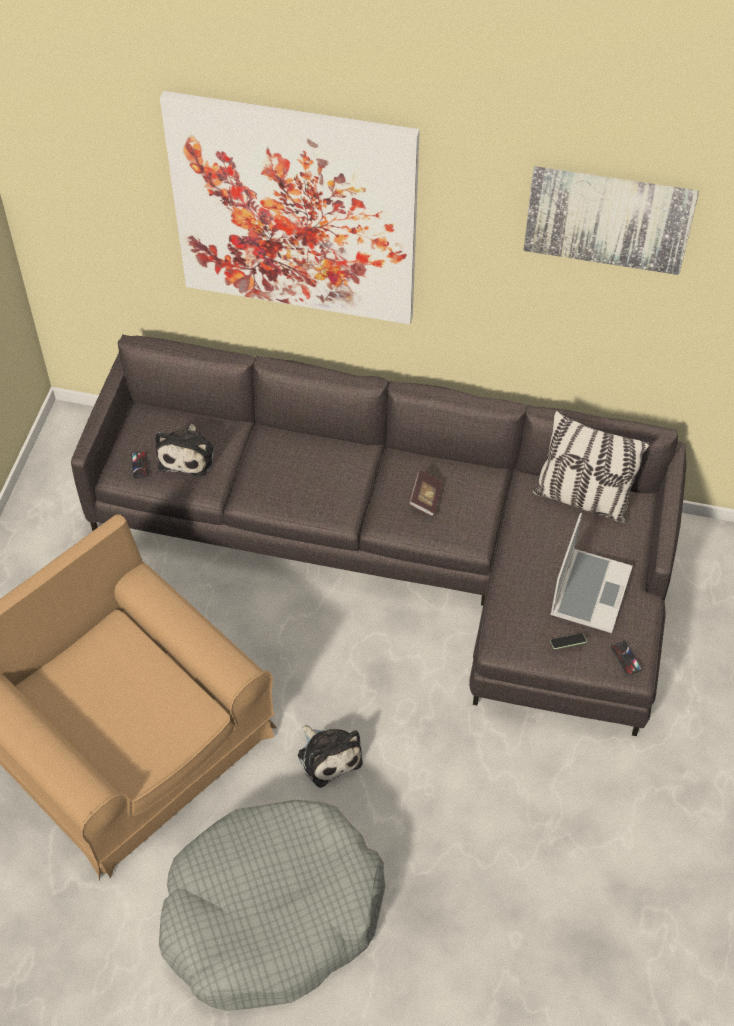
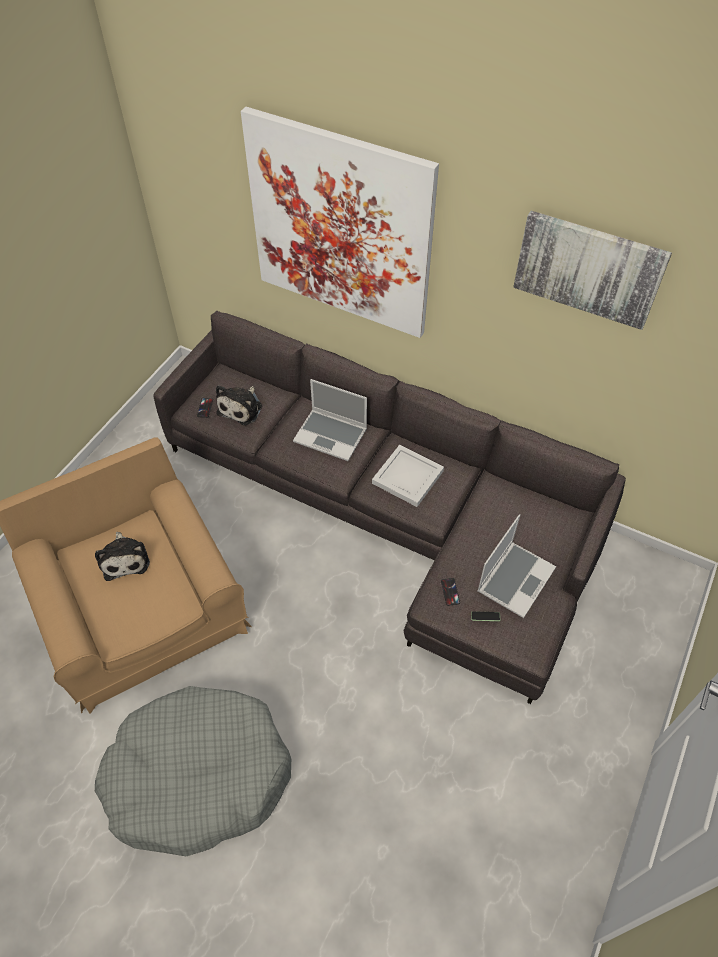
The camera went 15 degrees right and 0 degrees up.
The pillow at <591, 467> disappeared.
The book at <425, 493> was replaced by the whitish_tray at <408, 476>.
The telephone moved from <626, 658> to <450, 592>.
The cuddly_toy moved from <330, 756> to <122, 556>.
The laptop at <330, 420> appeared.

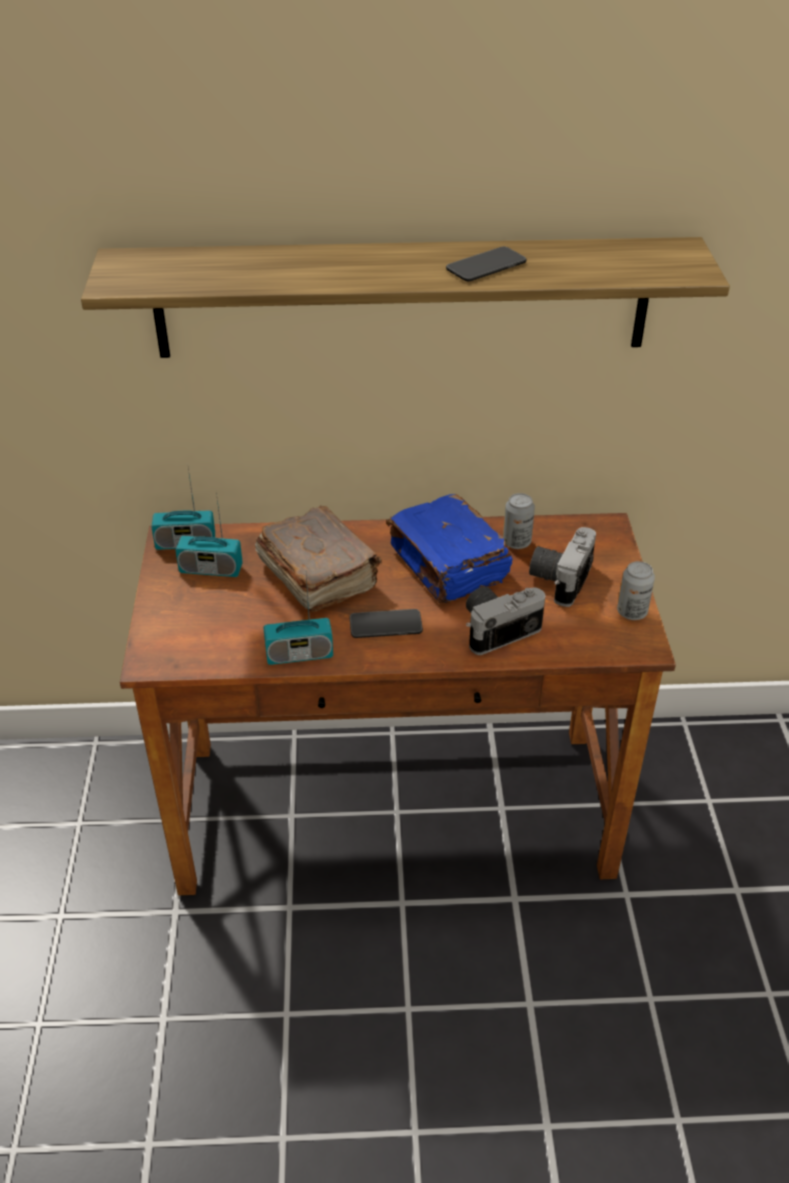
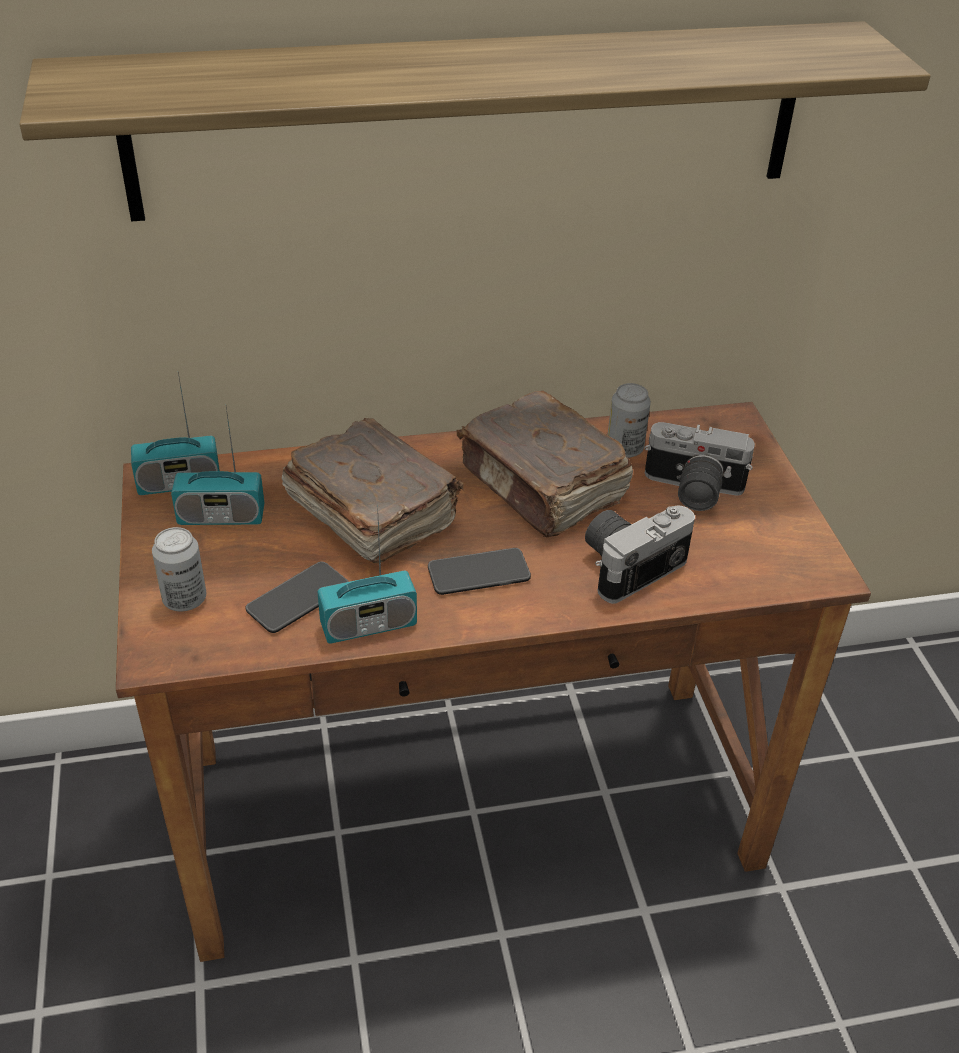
The camera went 10 degrees left and 0 degrees up.
The telephone moved from <486, 263> to <297, 597>.
The bluish_book at <449, 548> became the brownish_book at <545, 464>.
The photo_camera at <562, 567> turned 90 degrees counterclockwise.
The metal_can moved from <636, 590> to <179, 569>.

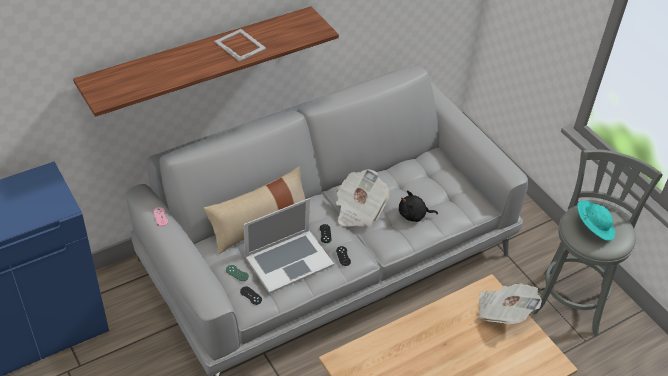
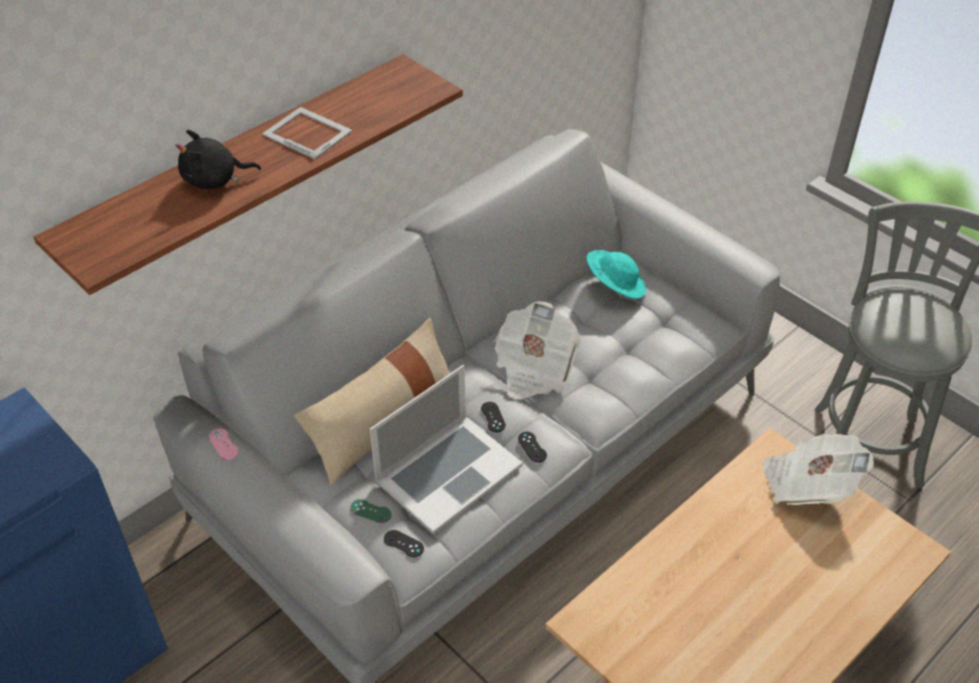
The camera went 10 degrees left and 0 degrees up.
The black_cuddly_toy moved from <418, 206> to <218, 159>.
The turquoise-coloured_wearable_hat moved from <596, 220> to <616, 274>.

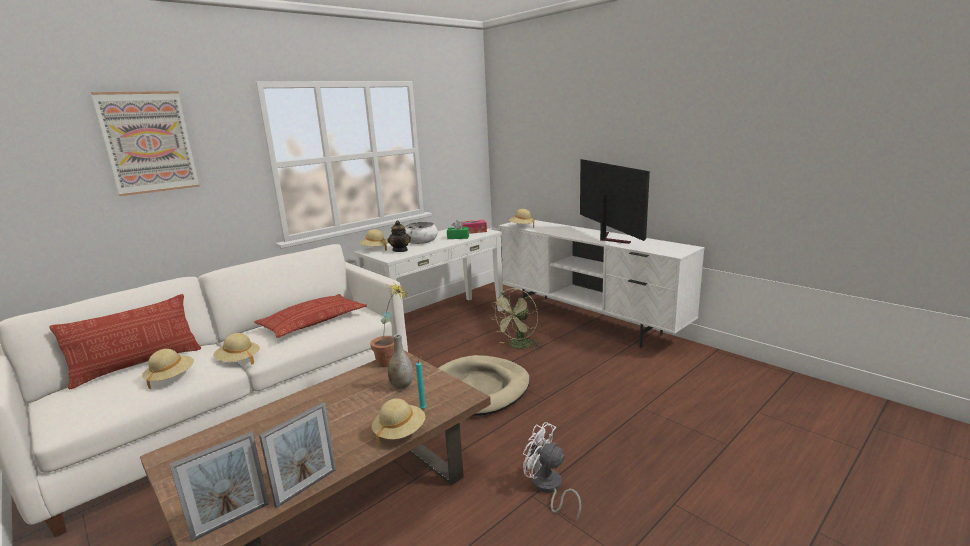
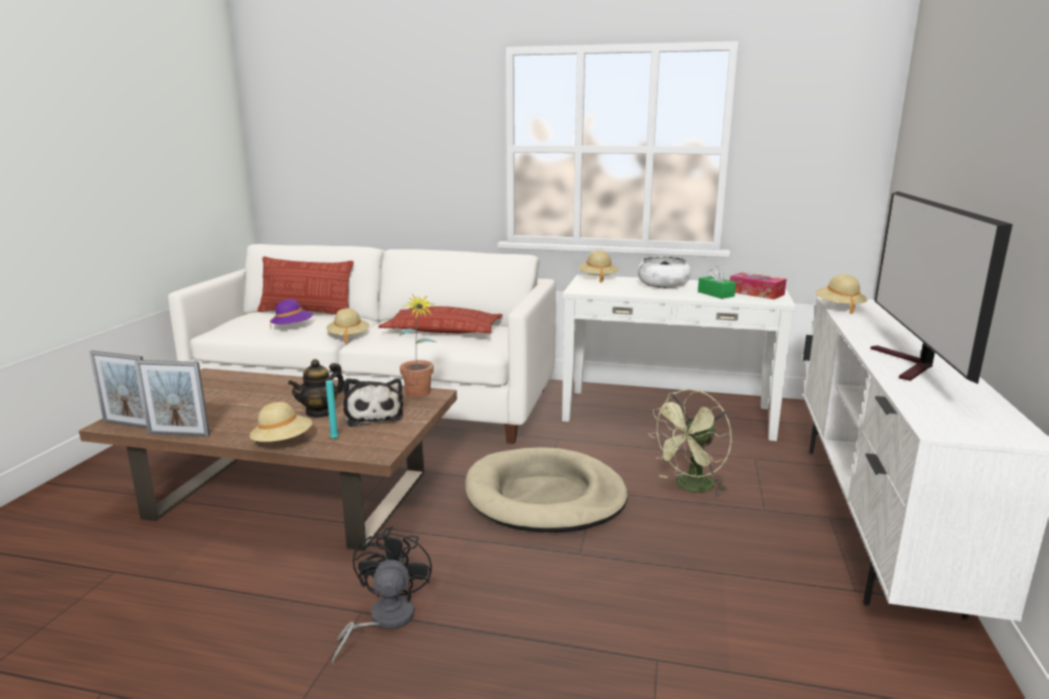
The camera went 55 degrees right and 0 degrees up.
The wall_picture at <145, 143> disappeared.
The TV_set at <615, 201> turned 150 degrees clockwise.
The tea_pot moved from <399, 236> to <316, 388>.
The green-coloured_cooling_fan at <515, 319> turned 45 degrees counterclockwise.
The greyish_vase at <400, 362> was replaced by the cuddly_toy at <374, 402>.
The beige_wearable_hat at <168, 369> became the purple-coloured_wearable_hat at <291, 313>.
The whitish_cooling_fan at <552, 471> became the black_cooling_fan at <382, 595>.

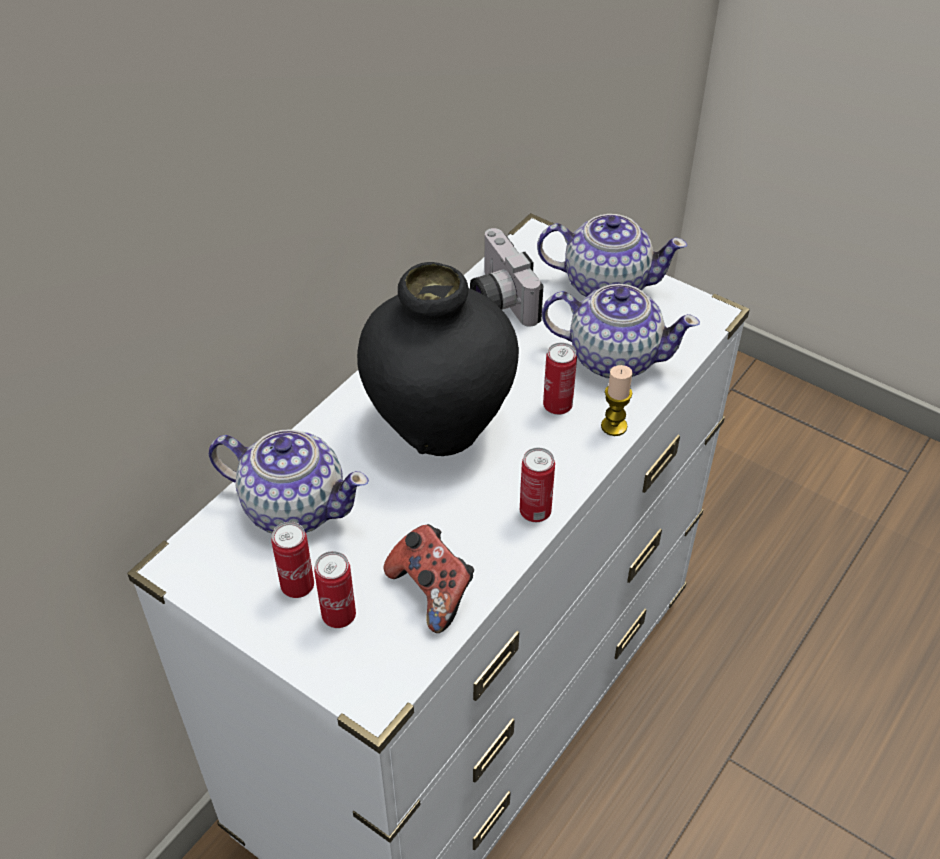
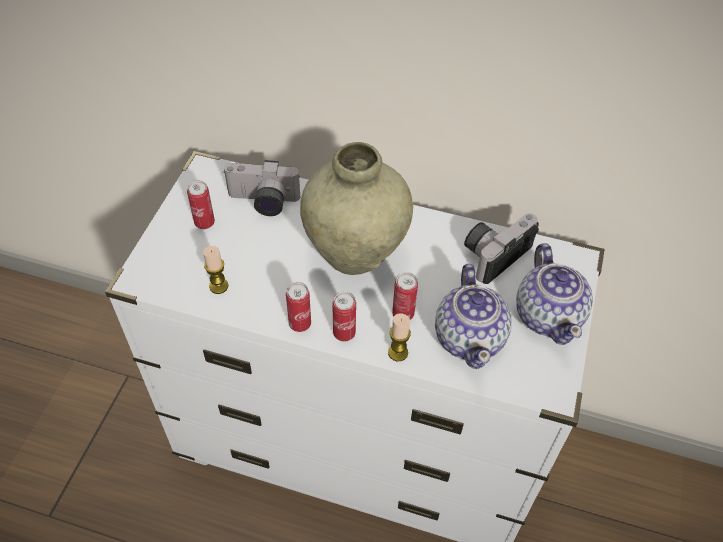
The camera went 70 degrees right and 5 degrees up.
The black_vase at <438, 359> became the beige_vase at <356, 208>.
The tea_pot at <289, 481> was replaced by the photo_camera at <261, 188>.
The game_controller at <428, 578> was replaced by the candle at <215, 270>.
The metal_can moved from <335, 589> to <344, 317>.

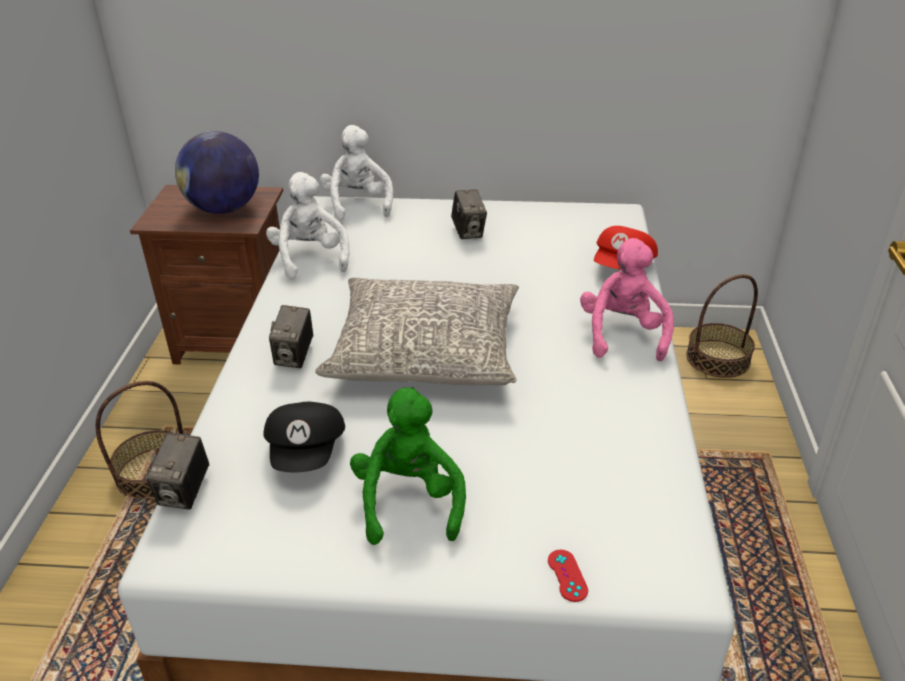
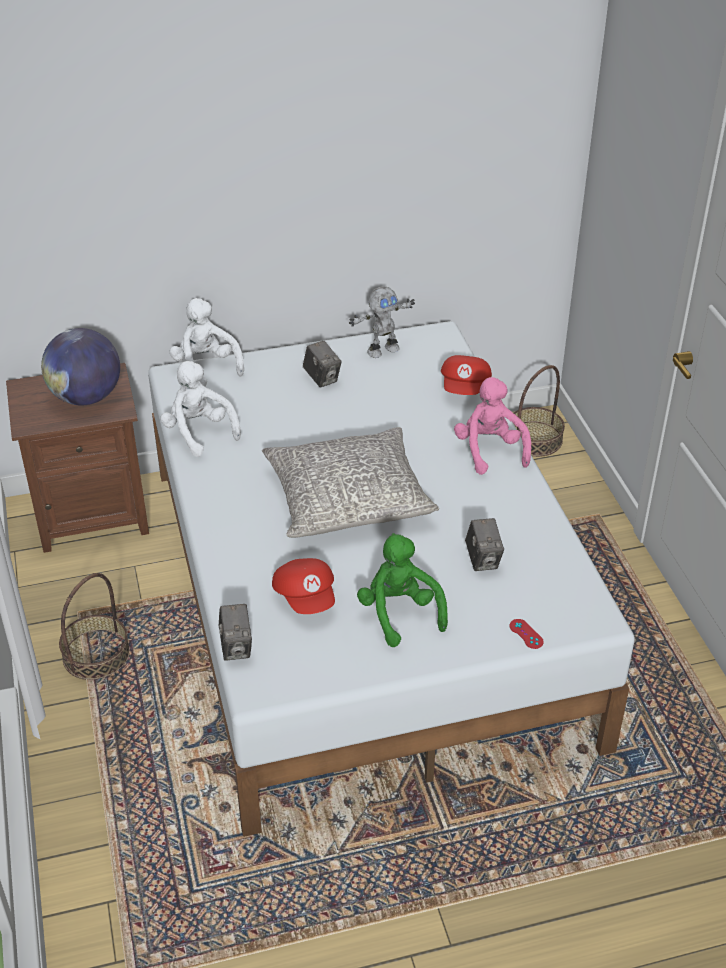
The camera went 20 degrees left and 5 degrees up.
The photo_camera moved from <291, 336> to <484, 544>.
The black_cap at <304, 437> became the reddish_cap at <303, 586>.
The model_robot at <382, 322> appeared.

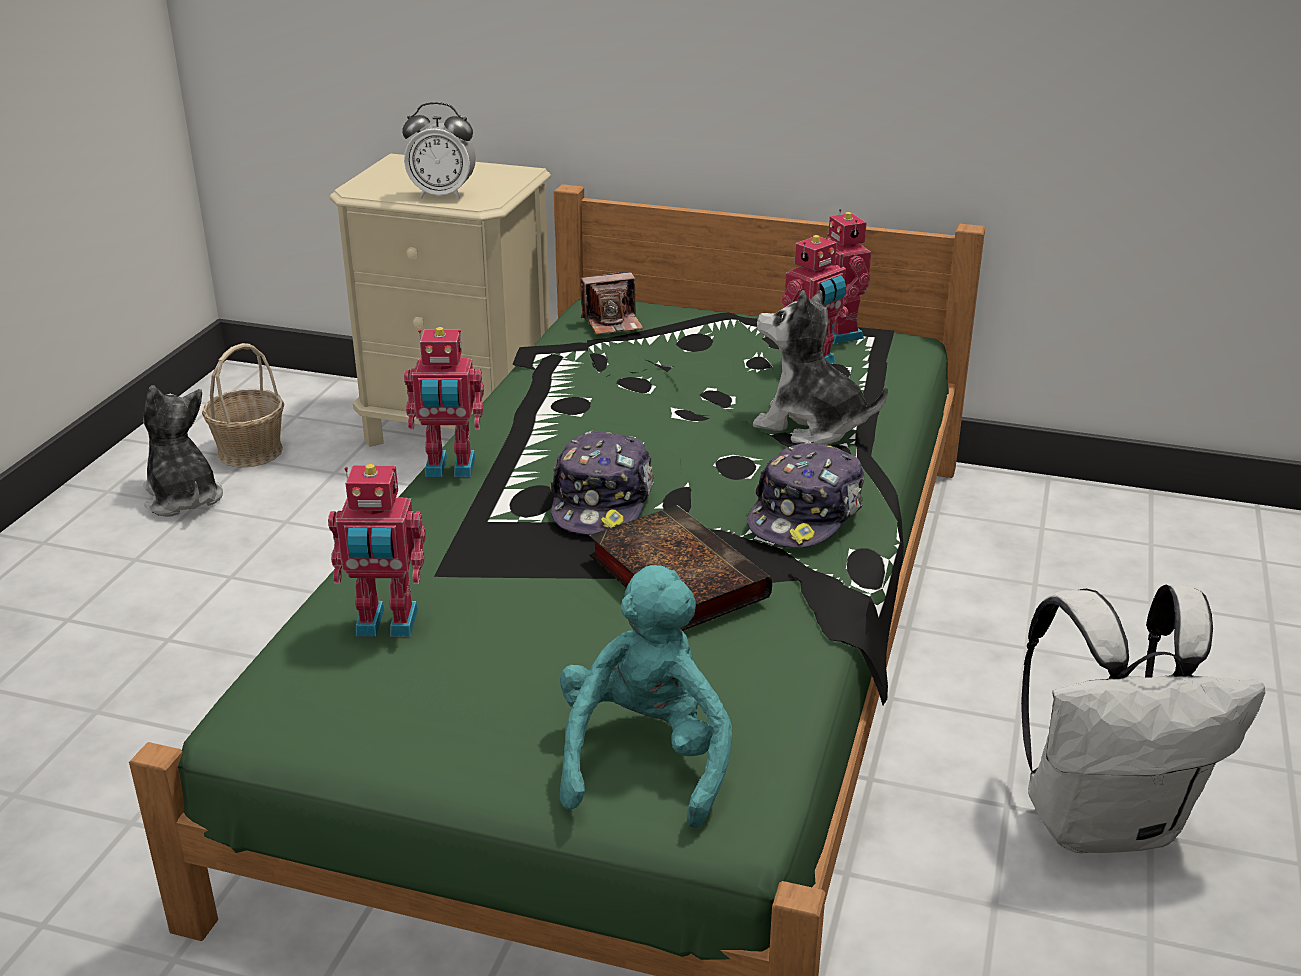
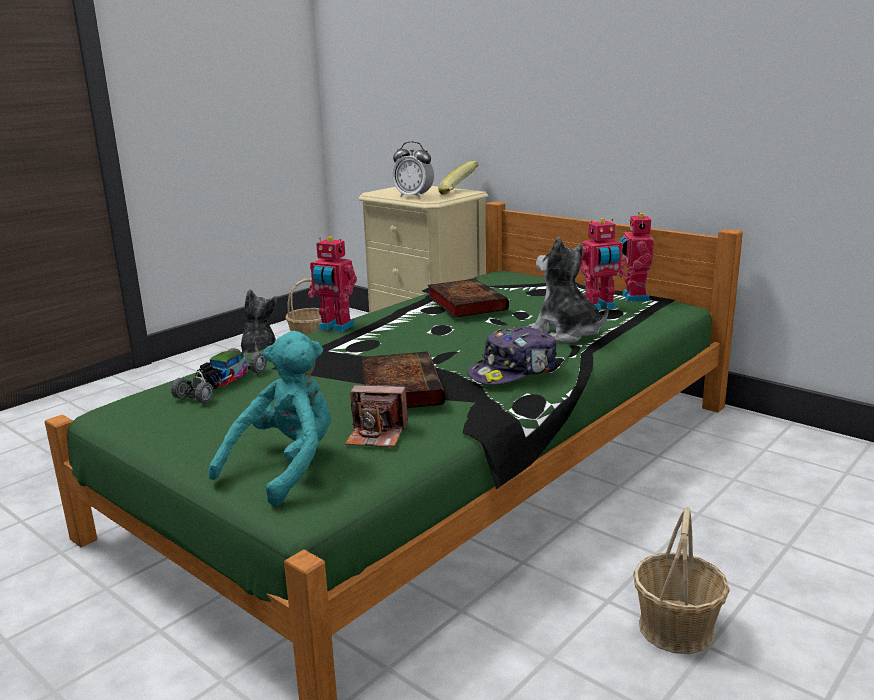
The camera went 25 degrees right and 10 degrees down.
The photo_camera moved from <612, 303> to <376, 416>.
The cap at <602, 482> disappeared.
The model_robot at <377, 550> was replaced by the miniature_car at <219, 375>.
The whitish_backpack at <1143, 718> was replaced by the basket at <681, 580>.
The whole_banana at <458, 178> appeared.
The book at <468, 298> appeared.

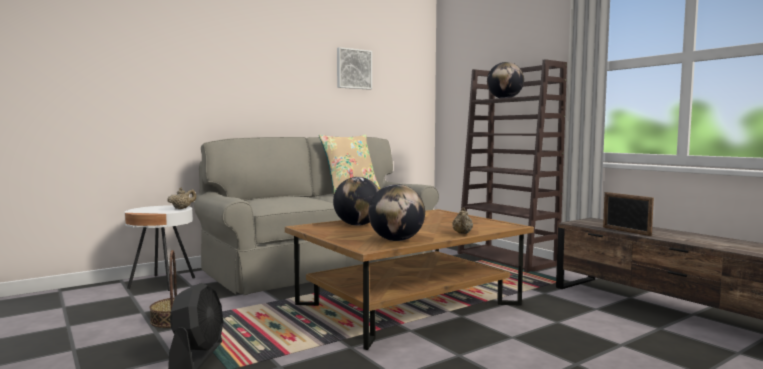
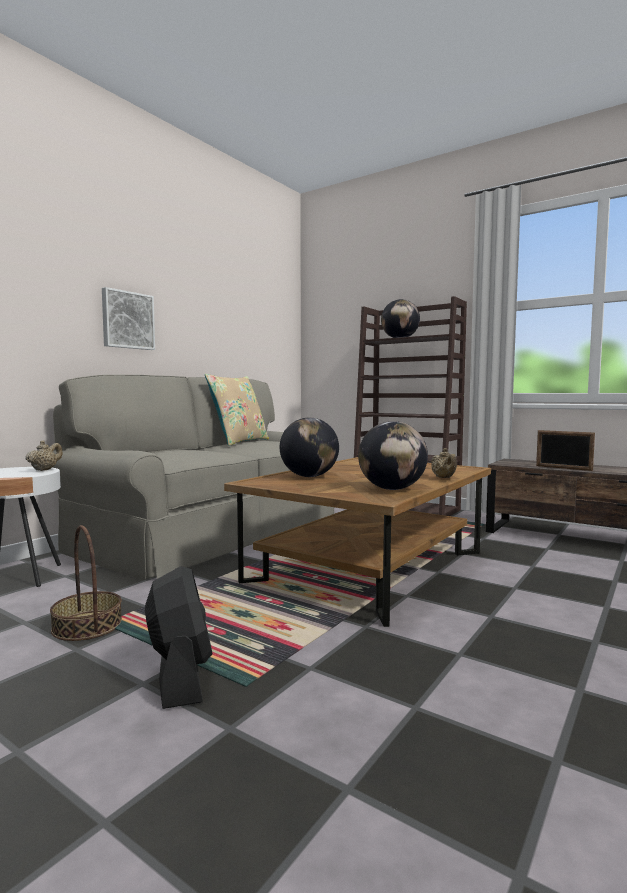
The camera went 20 degrees left and 0 degrees up.
The wall_picture moved from <354, 68> to <128, 318>.

